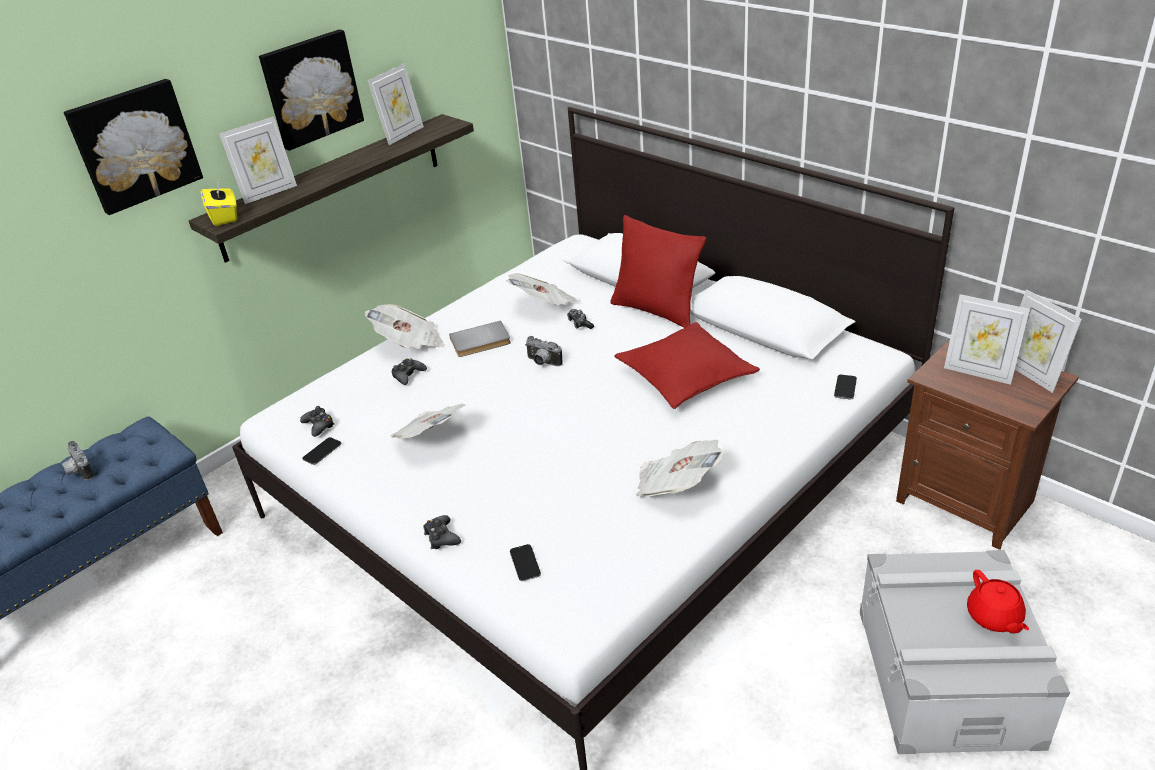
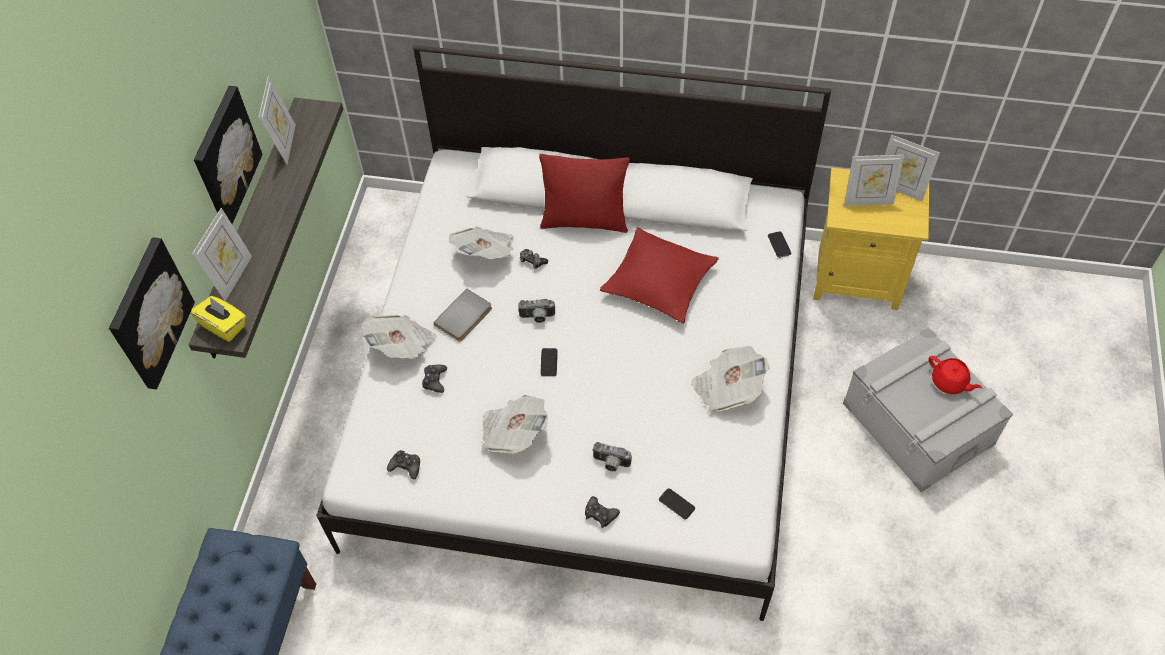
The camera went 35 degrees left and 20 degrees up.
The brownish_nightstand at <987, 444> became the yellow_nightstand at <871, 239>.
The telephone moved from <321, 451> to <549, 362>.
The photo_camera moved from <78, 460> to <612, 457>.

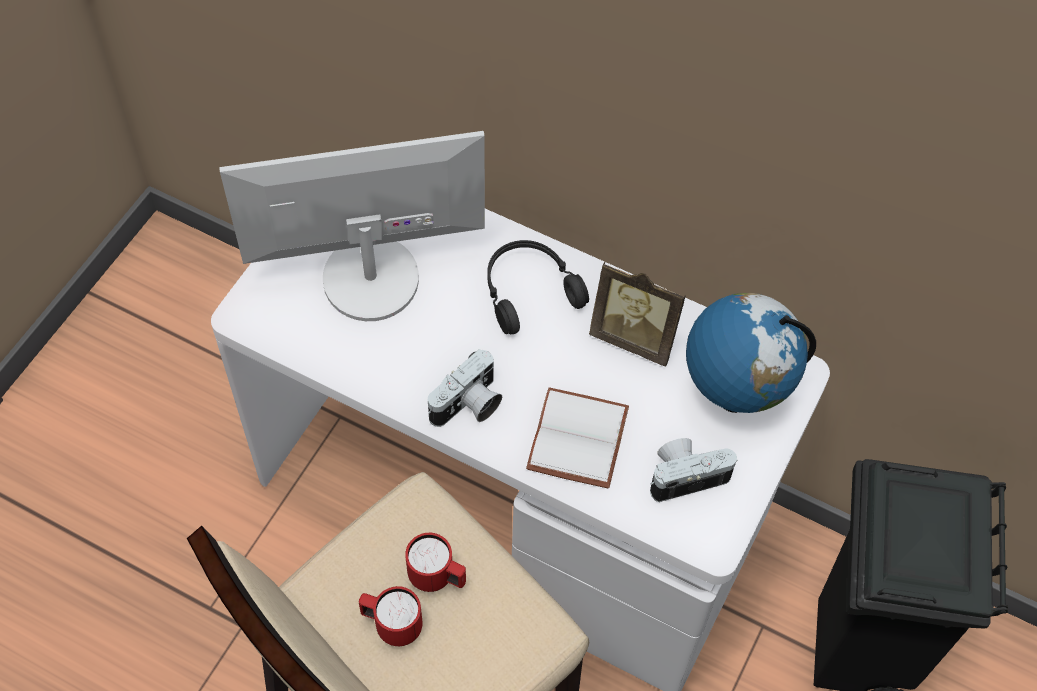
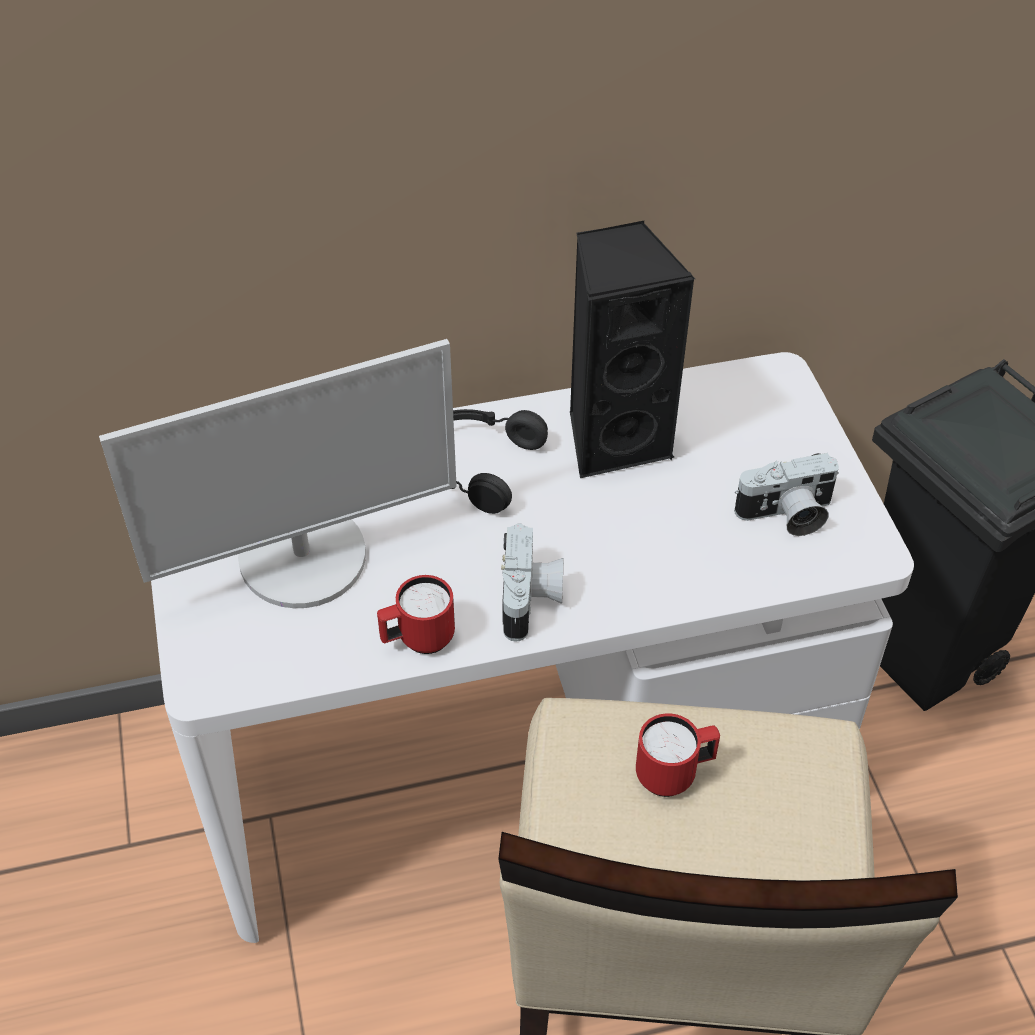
The camera went 40 degrees left and 10 degrees down.
The computer_display at <352, 226> turned 150 degrees counterclockwise.
The standing_frame at <637, 314> was replaced by the black_speaker at <632, 350>.
The world_globe at <751, 353> disappeared.
The whitish_book at <577, 437> disappeared.
The photo_camera at <694, 470> turned 135 degrees counterclockwise.
The reddish_mug moved from <391, 616> to <416, 614>.

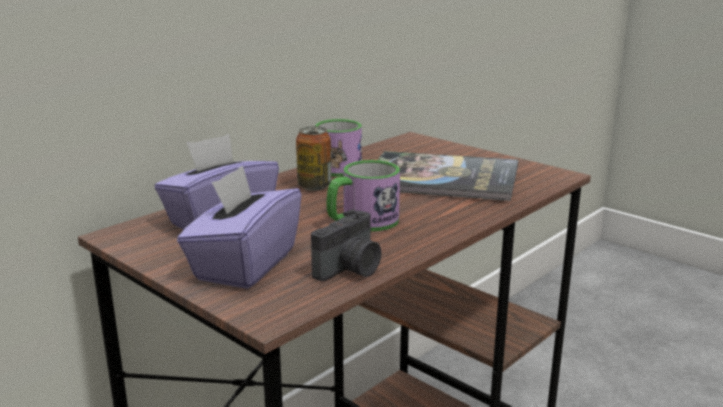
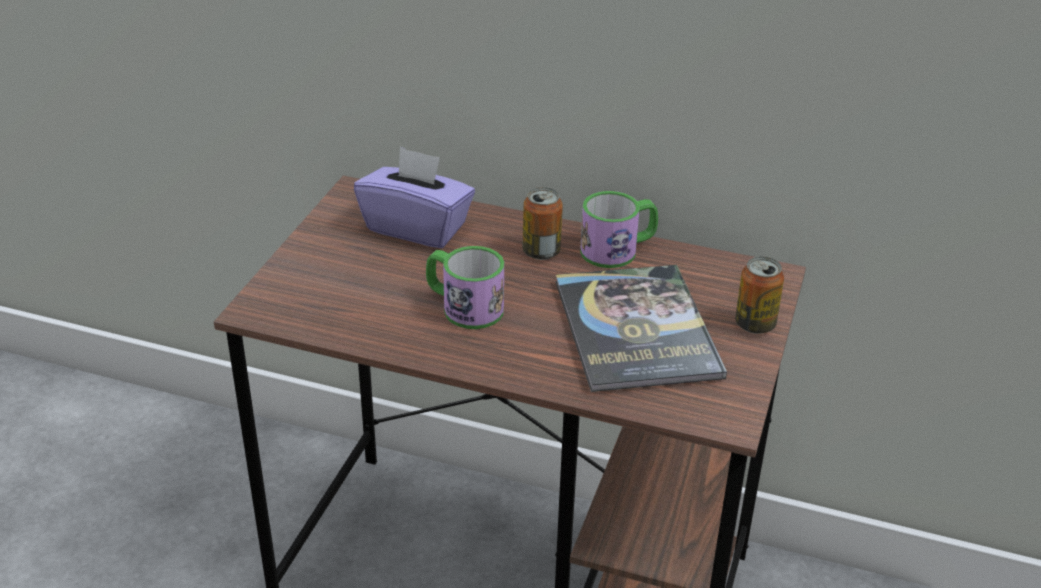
The camera went 65 degrees right and 15 degrees up.
The purple-coloured_tissue_box at <239, 227> disappeared.
The photo_camera at <346, 245> disappeared.
The metal_can at <759, 295> appeared.

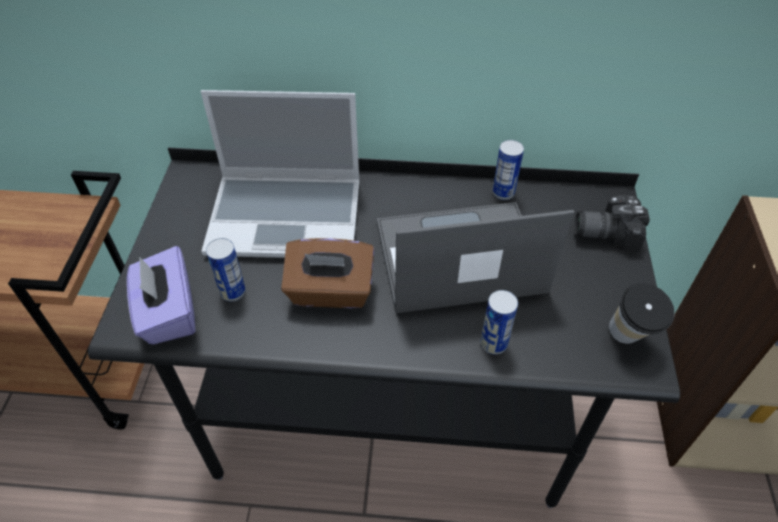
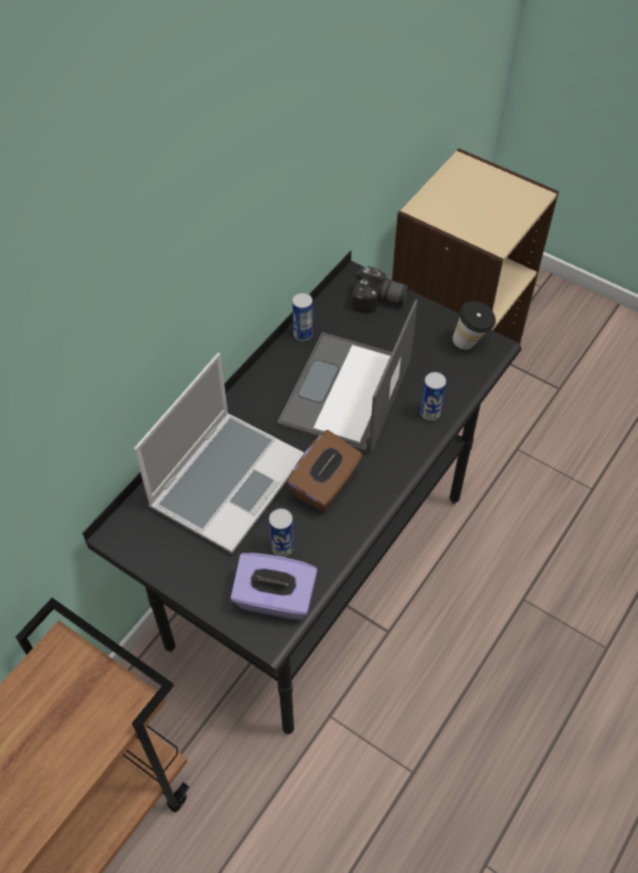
The camera went 60 degrees left and 5 degrees up.
The photo_camera at <612, 223> turned 105 degrees counterclockwise.

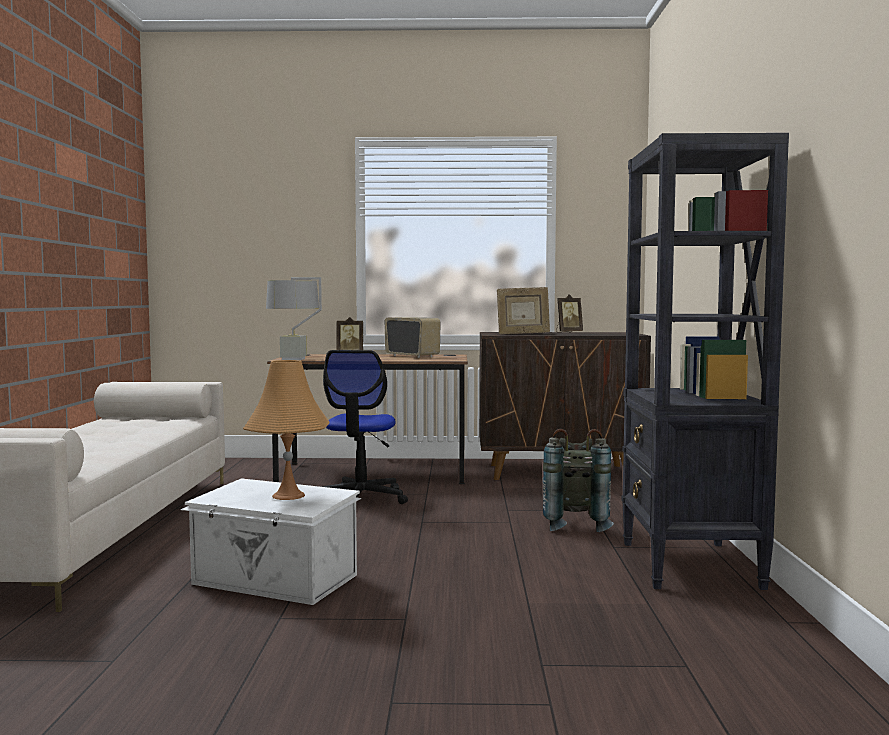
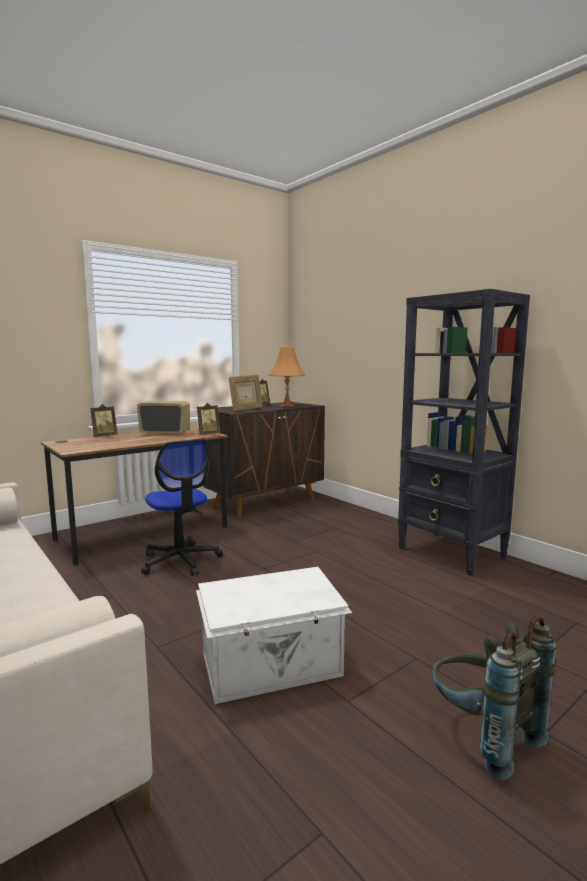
The camera went 40 degrees left and 5 degrees up.
The greyish_lamp_for_a_table at <294, 318> disappeared.
The orange_lamp_for_a_table moved from <286, 430> to <287, 377>.
The greyish_backpack moved from <578, 480> to <494, 697>.
The standing_frame at <208, 419> appeared.

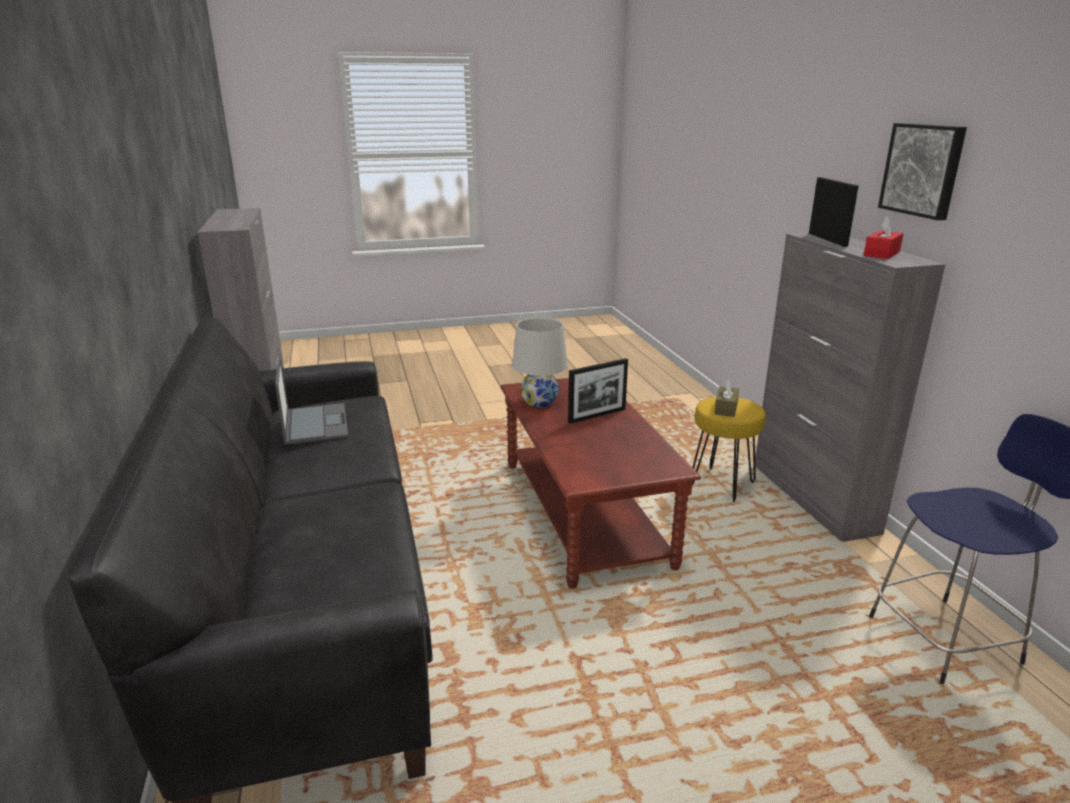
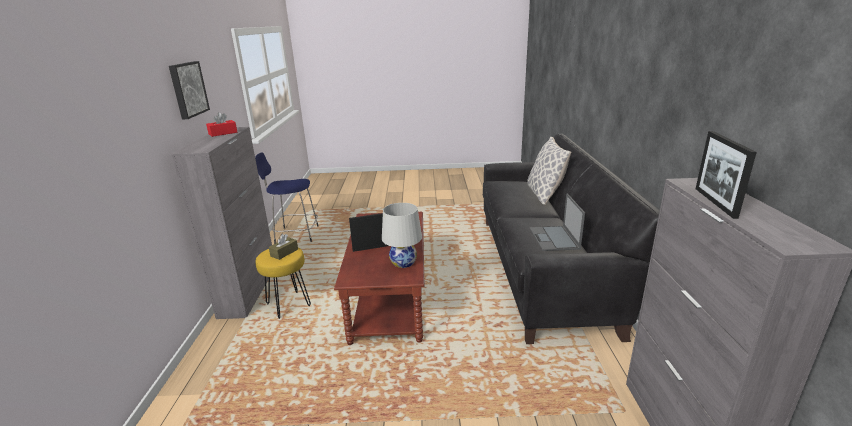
The camera went 165 degrees left and 0 degrees up.
The standing_frame moved from <834, 212> to <726, 175>.
The pillow at <549, 171> appeared.

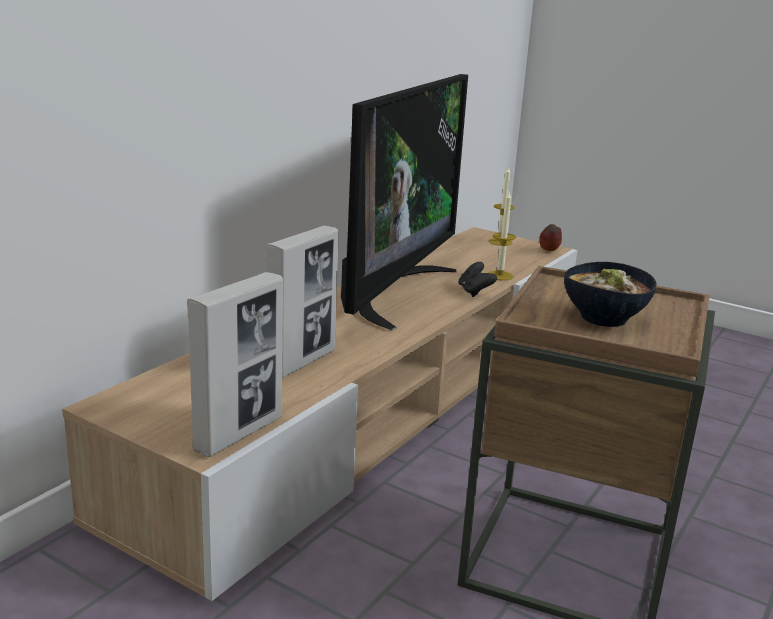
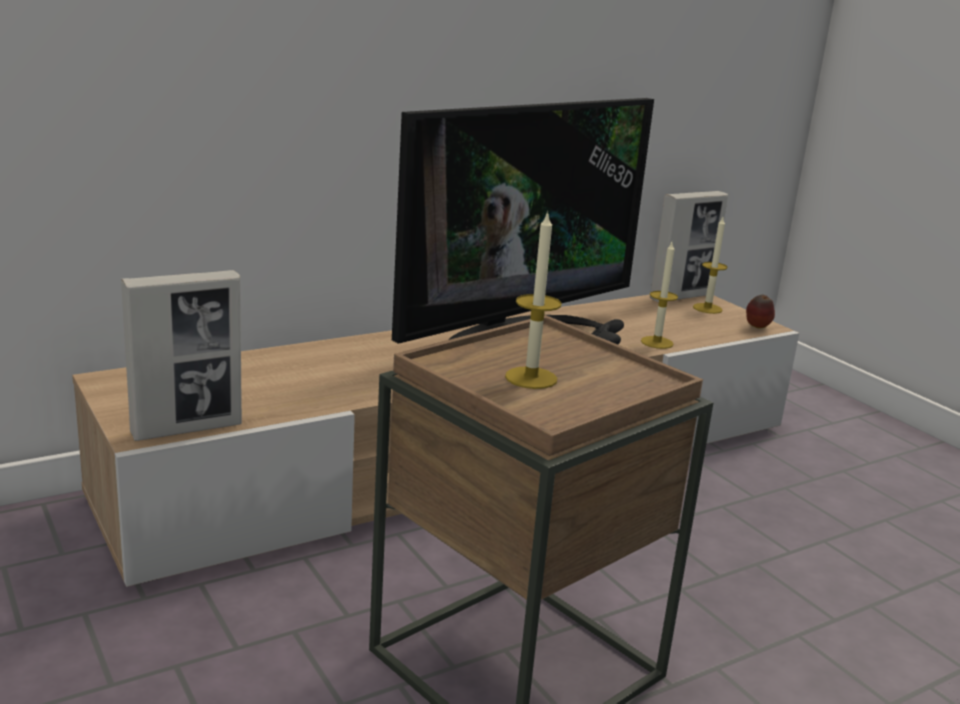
The camera went 25 degrees right and 0 degrees up.
The standing_frame moved from <302, 302> to <689, 246>.
The bowl at <610, 294> was replaced by the candle at <533, 300>.

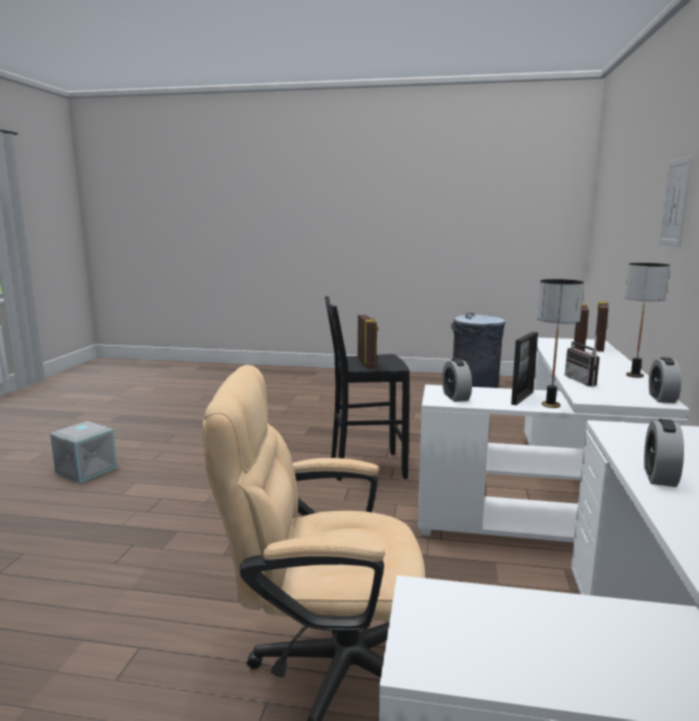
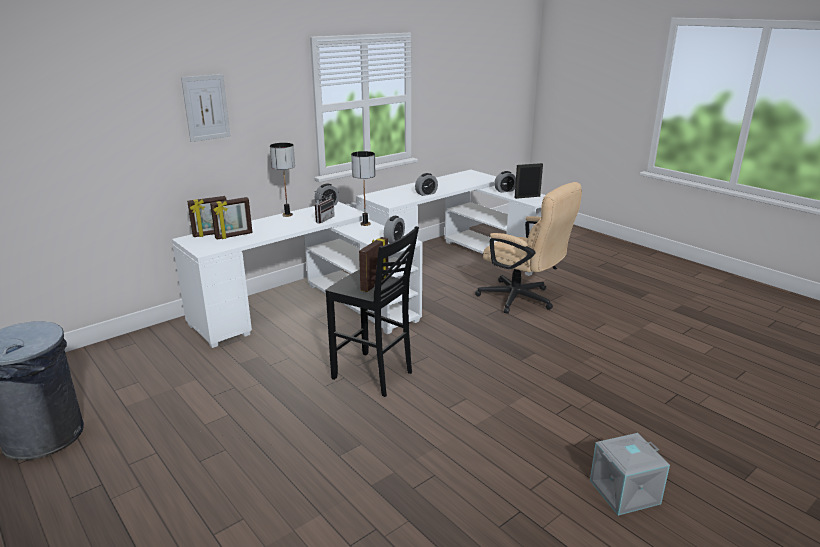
The camera went 140 degrees left and 10 degrees up.
The standing_frame moved from <524, 368> to <529, 181>.
The alarm_clock at <505, 182> appeared.

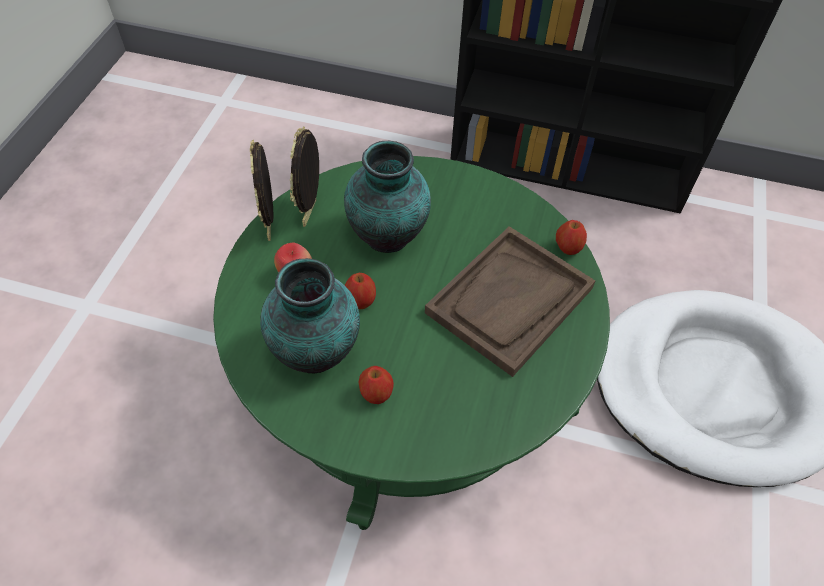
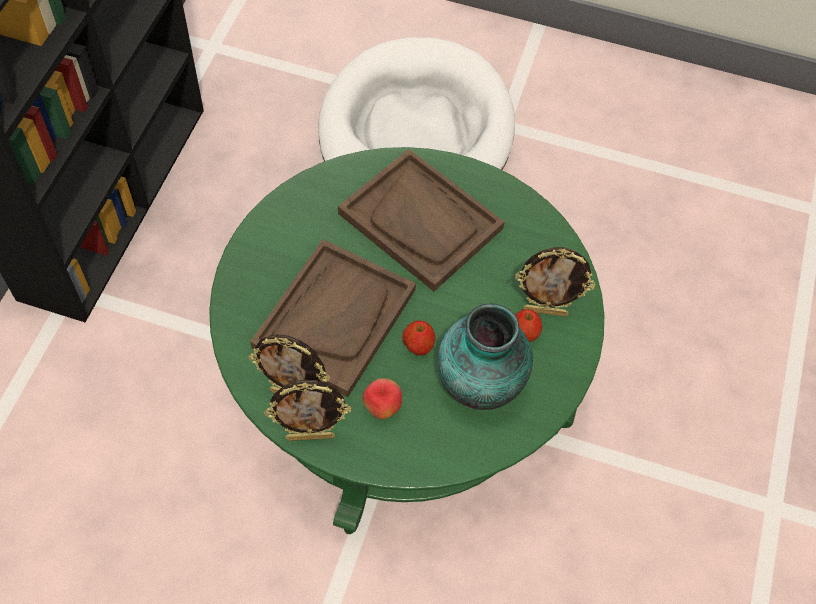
The camera went 90 degrees left and 5 degrees up.
The vase at <387, 197> was replaced by the brownish_tray at <333, 318>.
The apple_fruit at <571, 237> disappeared.
The standing_frame at <555, 282> appeared.

